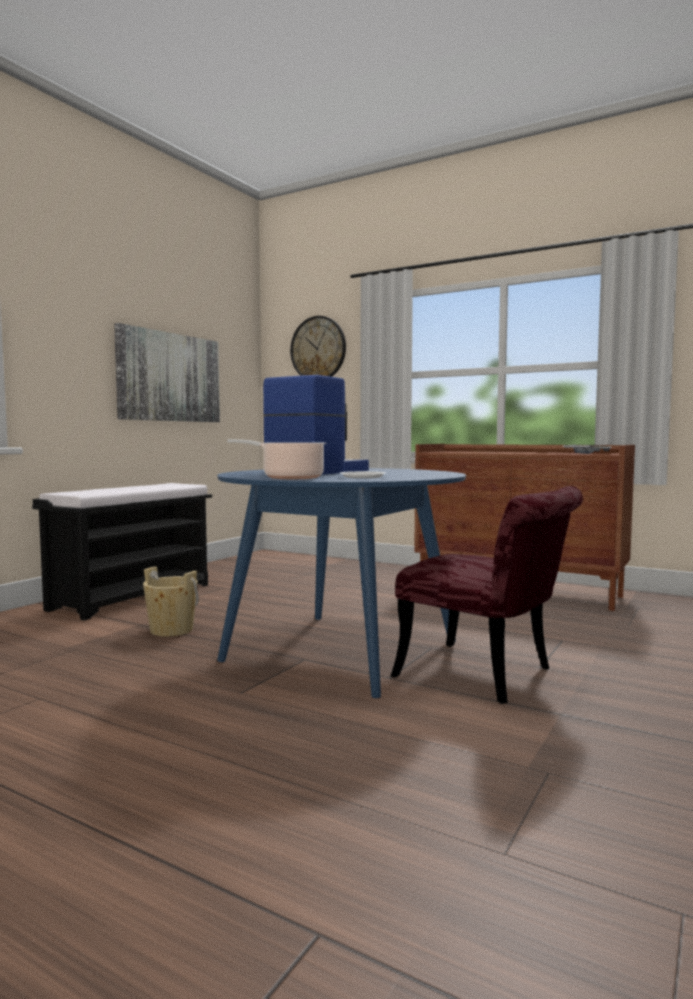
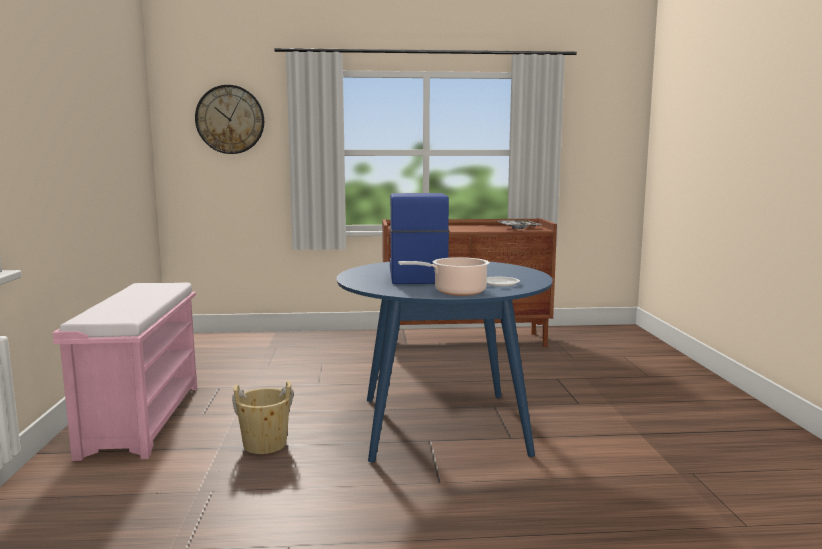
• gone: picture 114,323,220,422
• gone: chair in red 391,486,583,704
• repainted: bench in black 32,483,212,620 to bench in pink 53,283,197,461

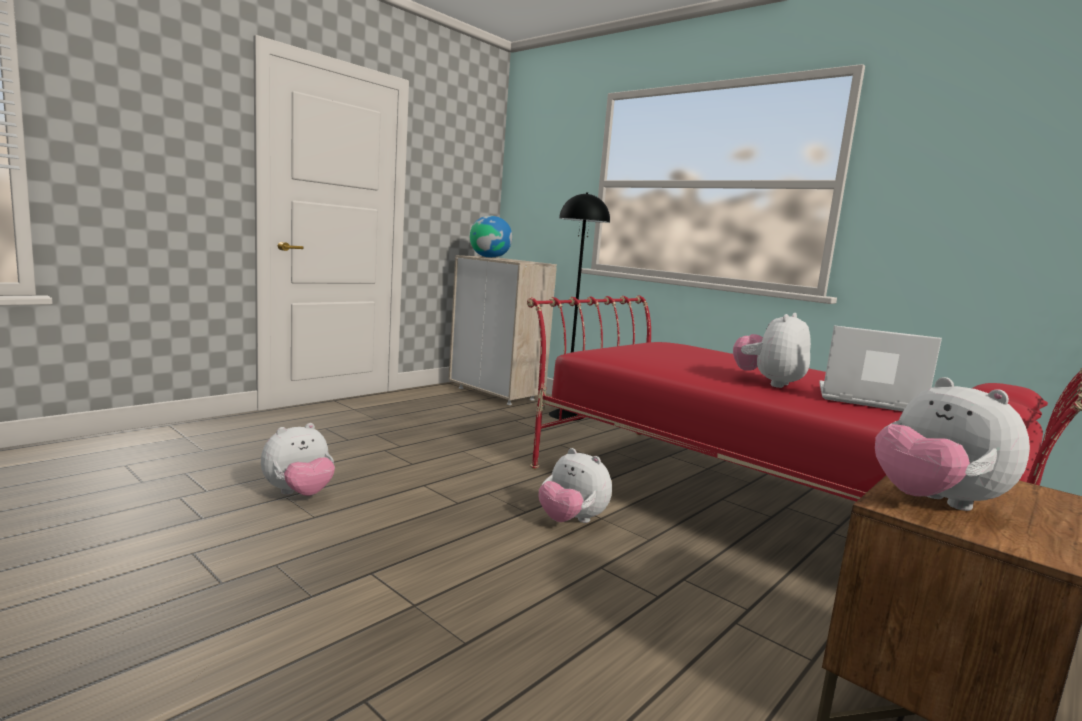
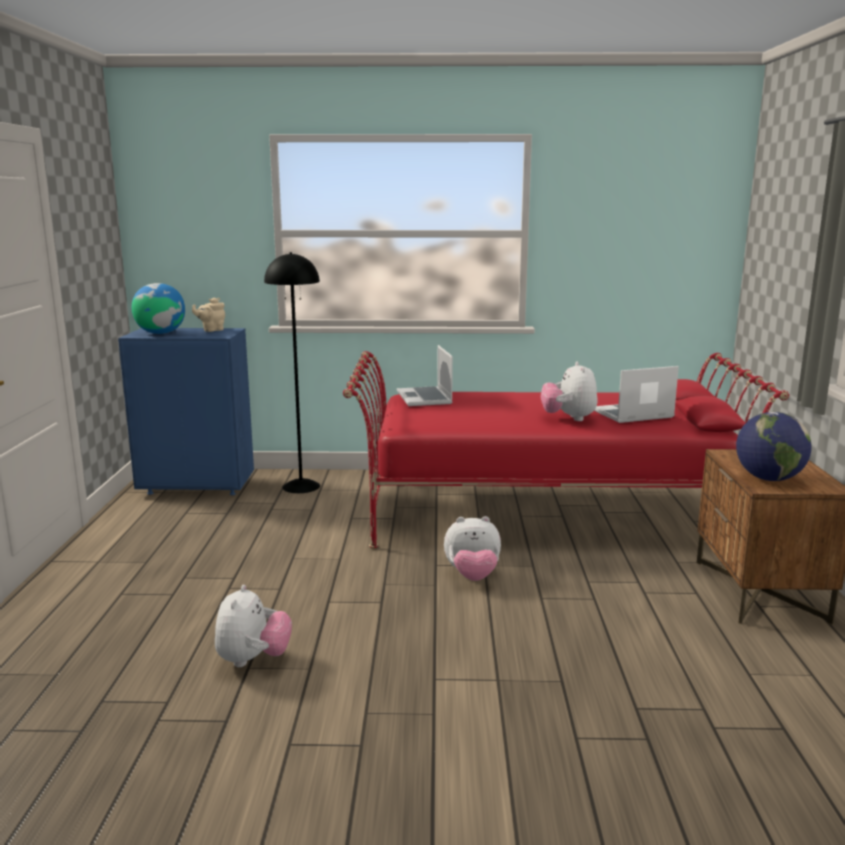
• new: teapot in beige 192,298,225,332
• new: laptop 397,345,453,406
• swapped: plush toy 875,377,1030,511 to globe 736,412,812,481
• repainted: cabinet in beige 448,255,557,405 to cabinet in blue 118,328,254,495

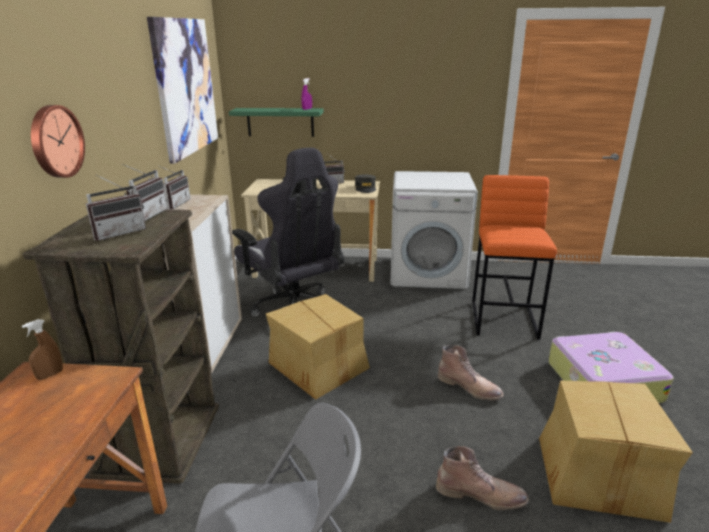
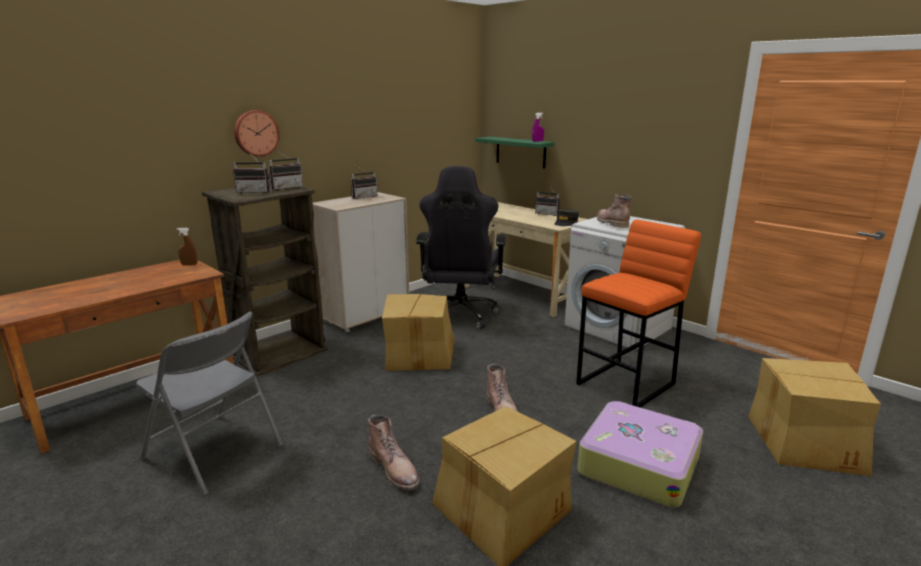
• gone: picture 147,17,218,164
• new: boot in brown 597,194,631,228
• new: cardboard box 748,358,881,476

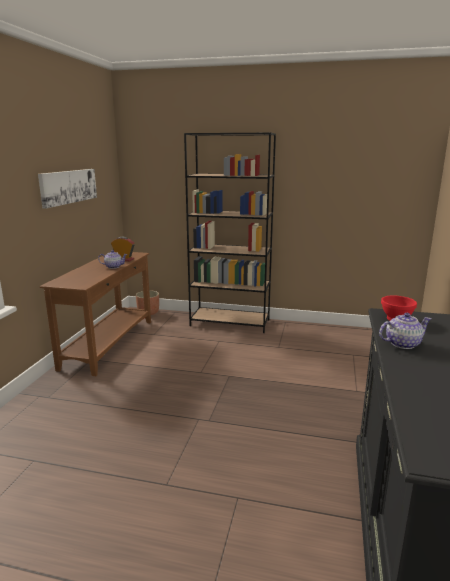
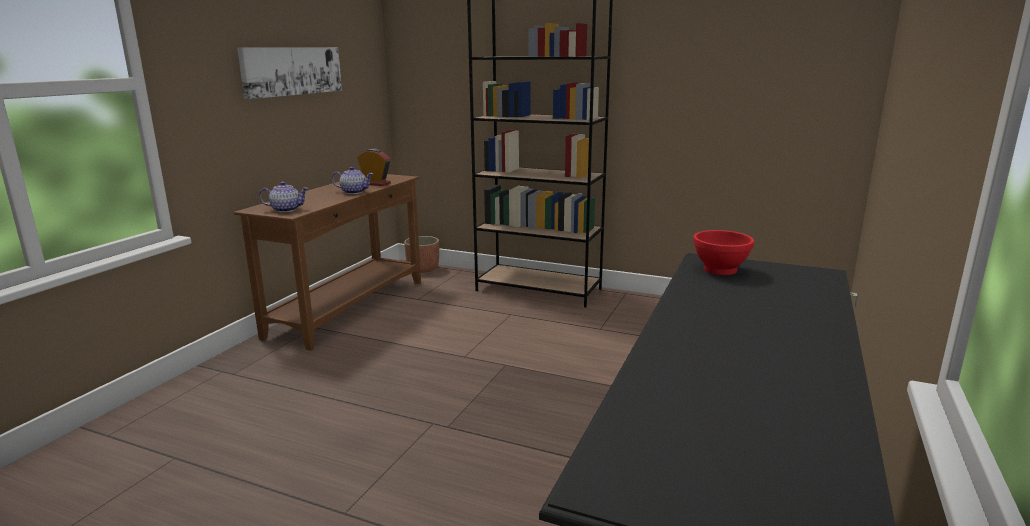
• shifted: teapot 379,313,431,349 to 259,182,309,212

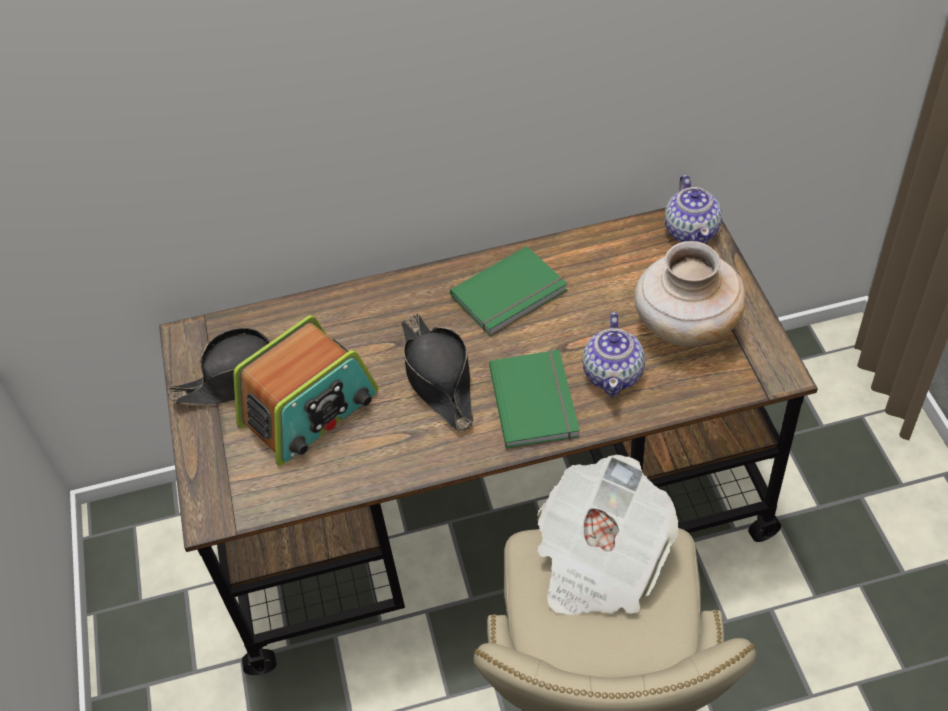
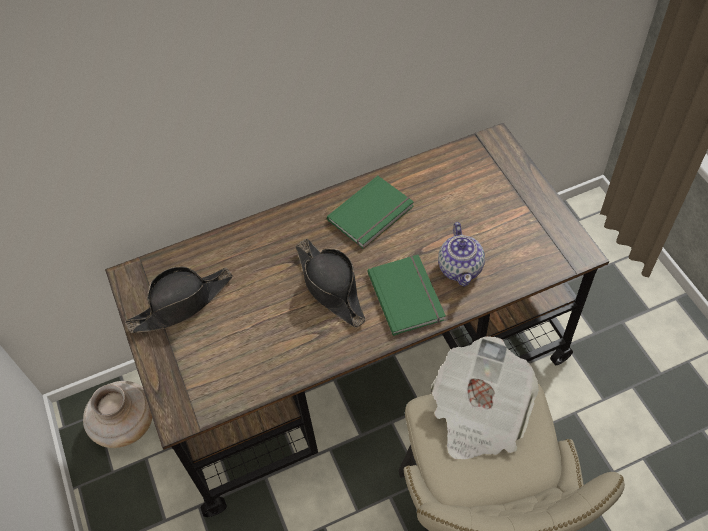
• gone: radio 233,315,379,466
• gone: teapot 665,175,722,244
• shifted: vase in beige 634,241,746,346 to 83,381,152,448

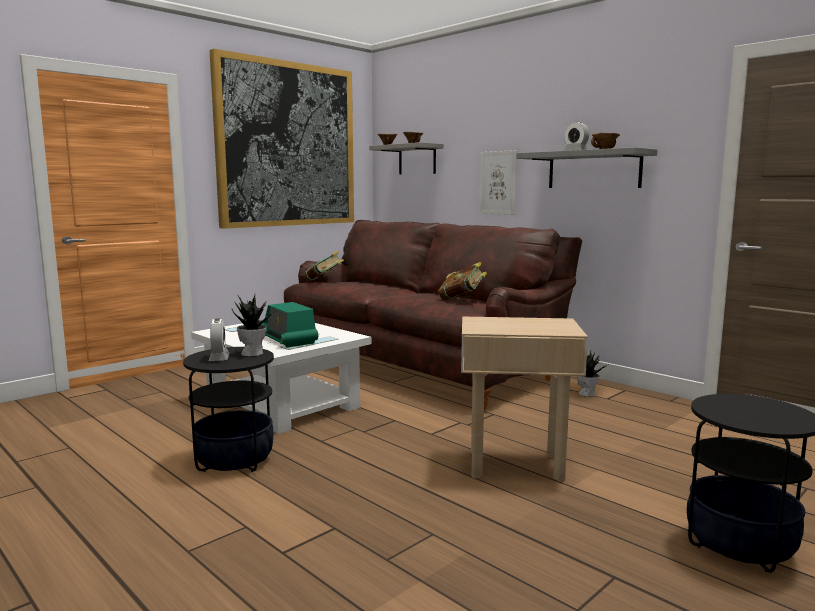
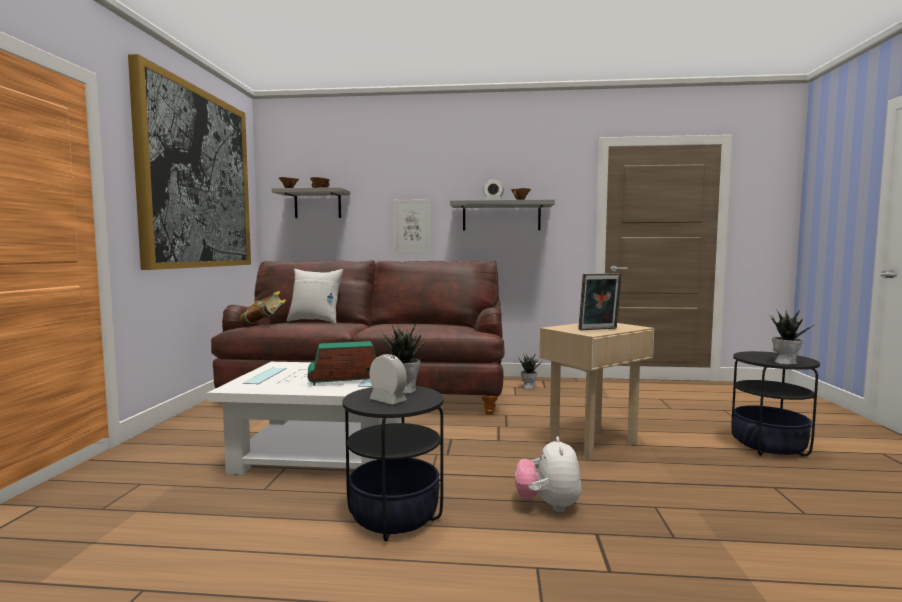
• gone: book 438,262,487,300
• new: pillow in grey 287,269,343,324
• new: plush toy 515,436,582,512
• new: picture frame 578,273,622,330
• new: potted plant 770,310,816,365
• rotated: radio 261,302,318,348 = 307,341,377,385 150 degrees clockwise

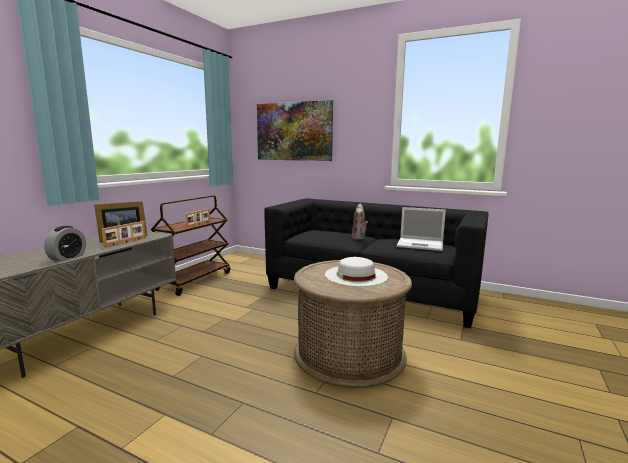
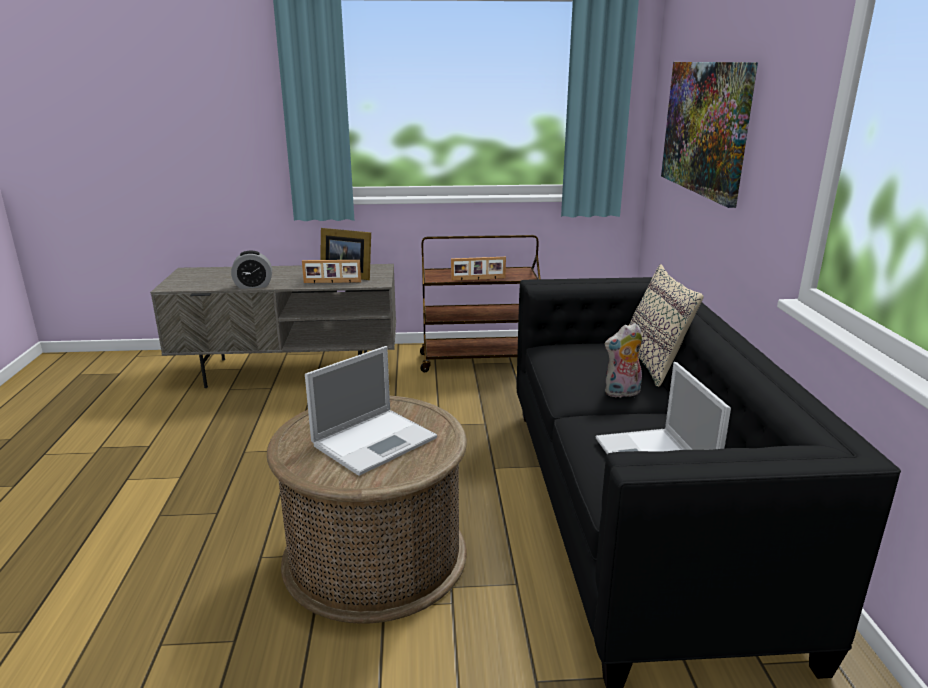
• new: pillow in beige 629,264,704,387
• swapped: hat in white 325,257,388,286 to laptop 305,346,437,476

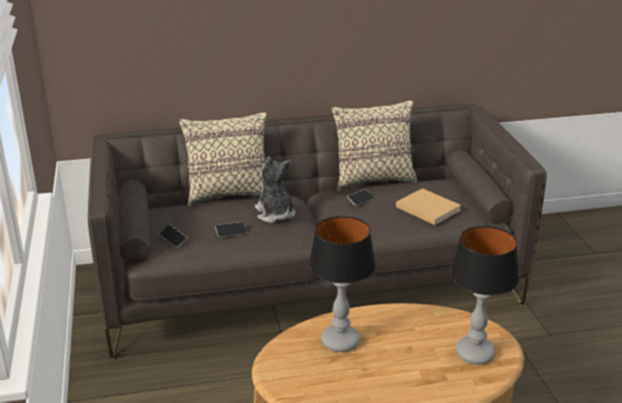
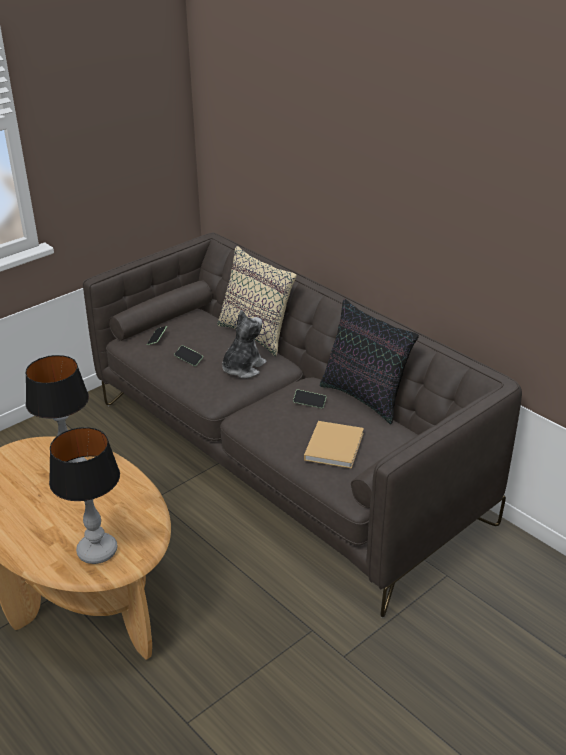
• repainted: pillow in beige 332,101,418,192 to pillow in black 320,299,419,424

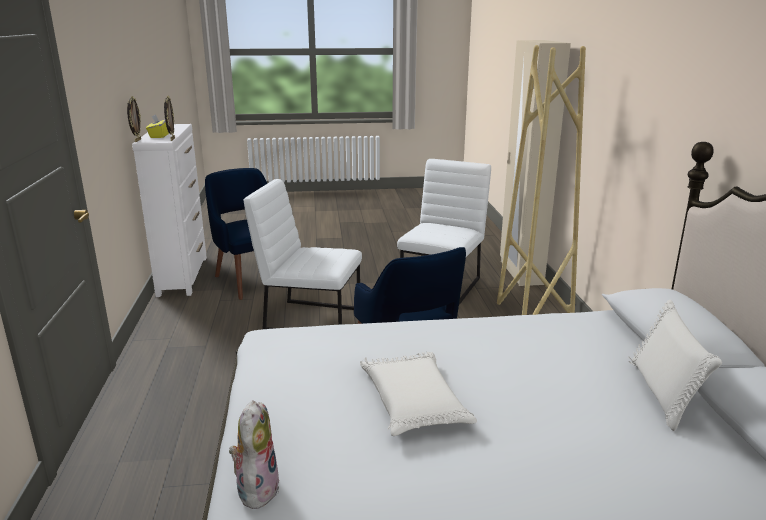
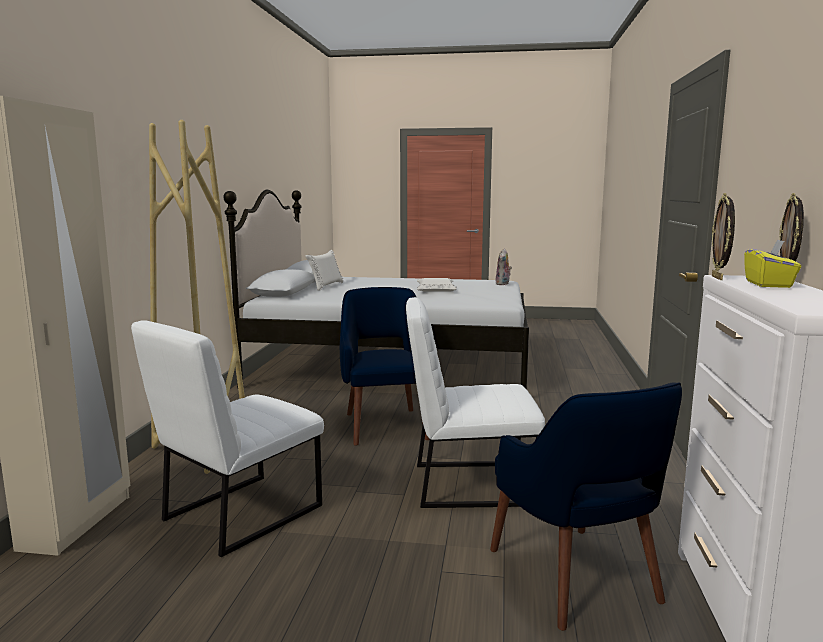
• rotated: chair in white 244,179,362,329 = 406,297,545,508 150 degrees clockwise

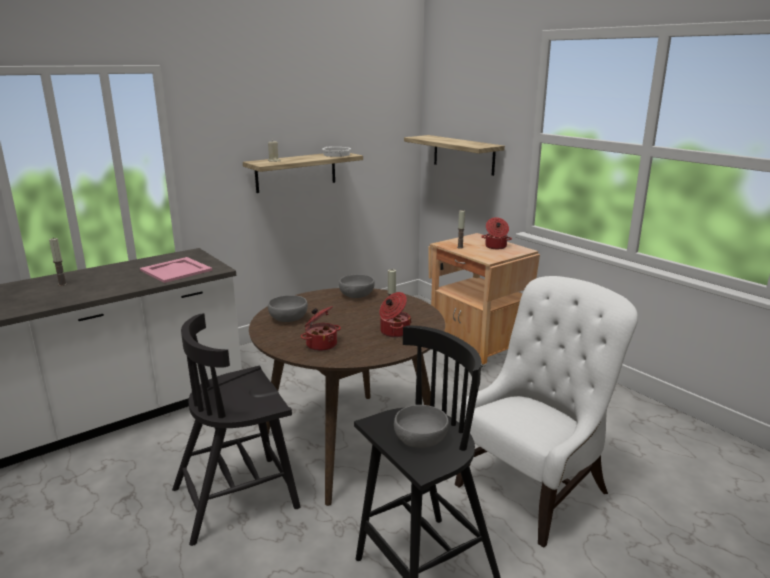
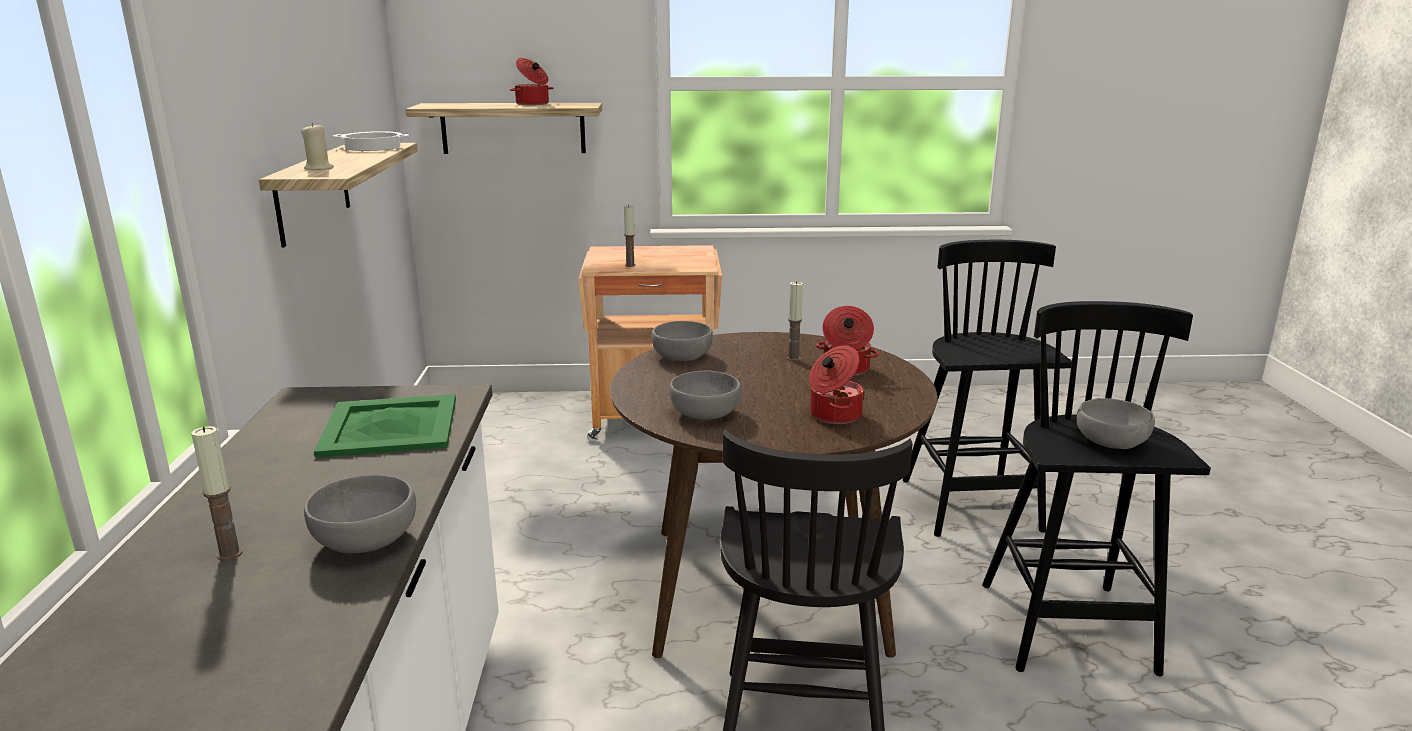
• new: bowl in grey 304,475,416,553
• shifted: cooking pot 481,217,512,249 to 510,58,553,105
• swapped: chair in white 455,276,638,548 to stool in black 903,240,1072,537
• repainted: tray in pink 140,257,212,283 to tray in green 314,394,456,458

